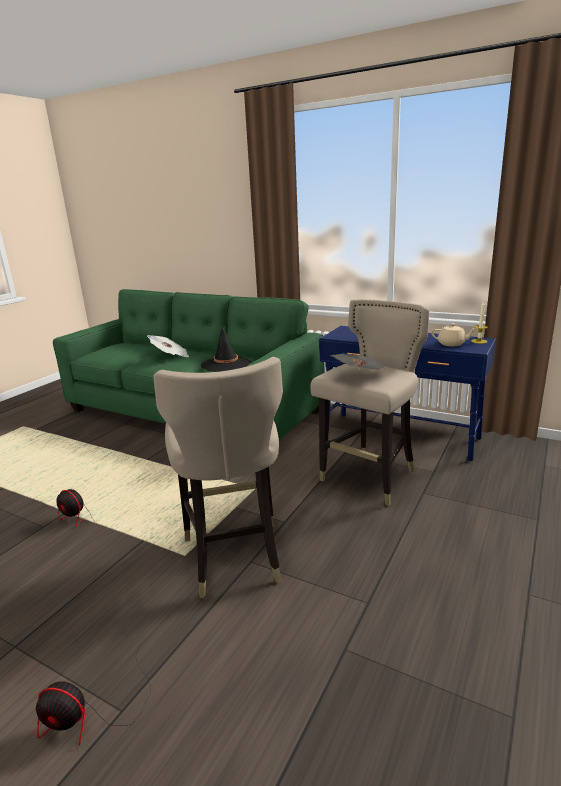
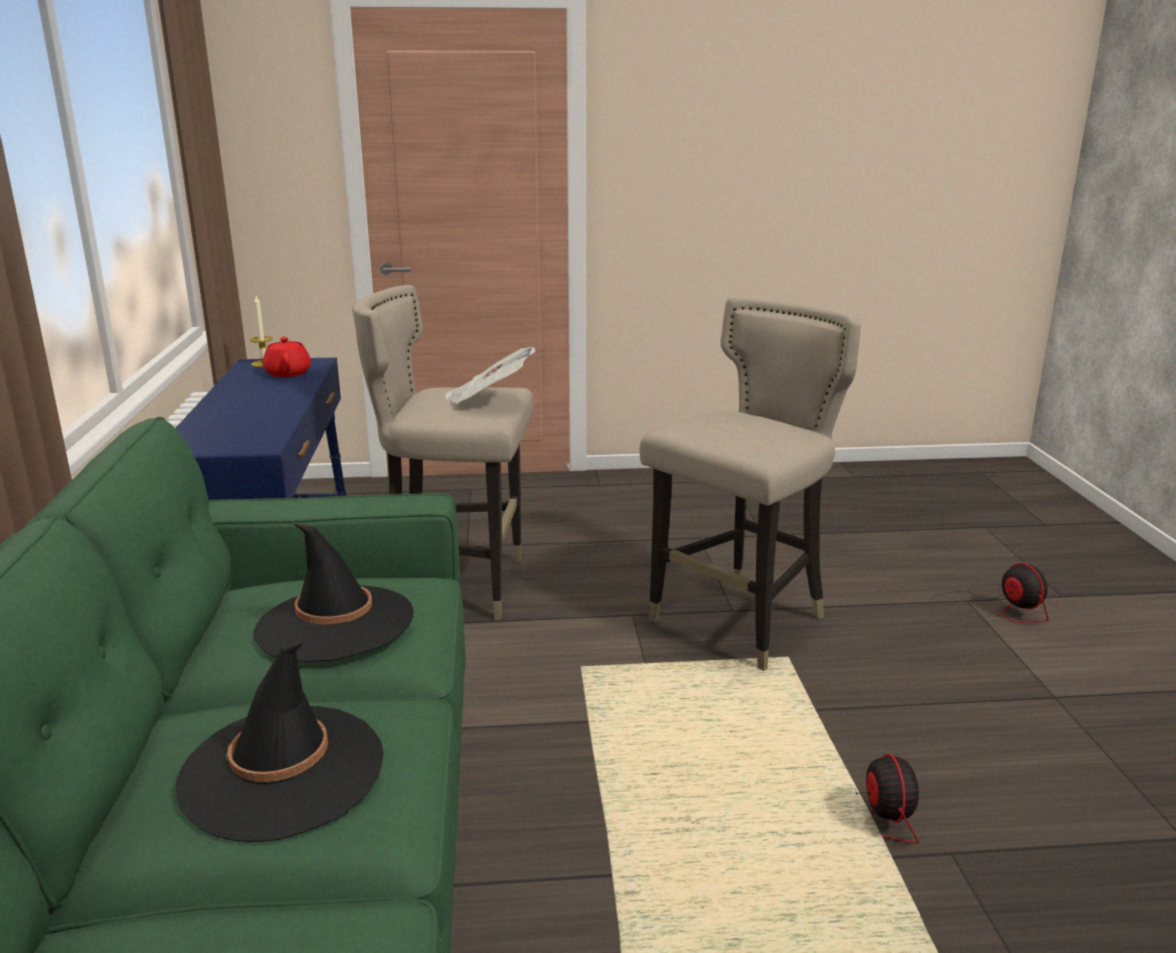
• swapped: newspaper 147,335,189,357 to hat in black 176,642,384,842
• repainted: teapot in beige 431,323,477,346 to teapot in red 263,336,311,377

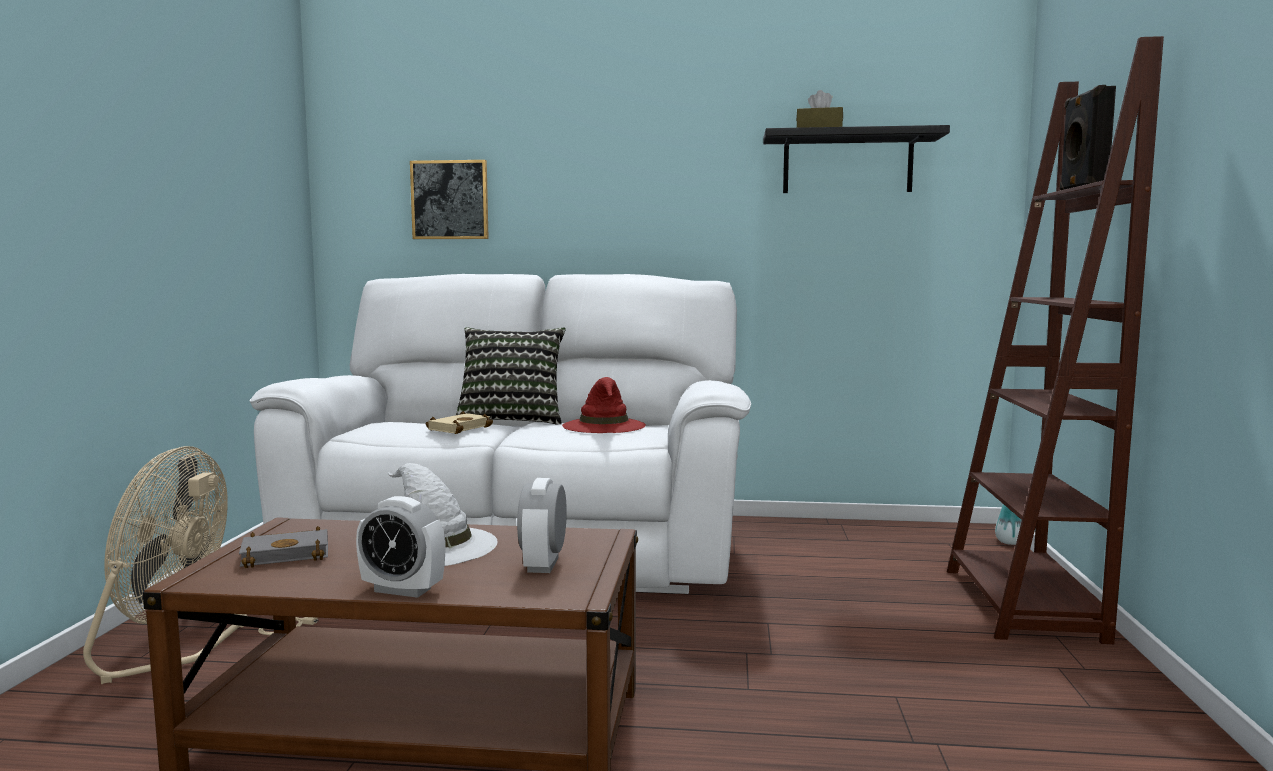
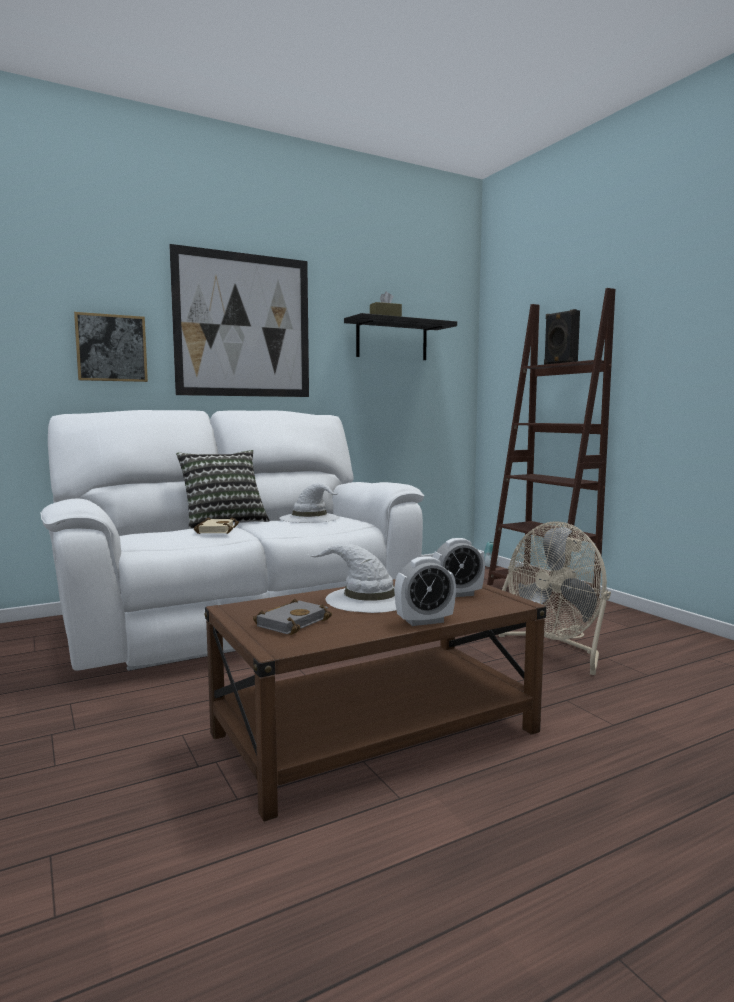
• new: picture 169,244,309,397
• shifted: fan in beige 83,446,318,684 to 499,521,611,675
• repainted: hat in red 562,377,646,433 to hat in white 279,482,340,523
• rotated: alarm clock 517,478,567,573 = 433,538,485,597 75 degrees counterclockwise

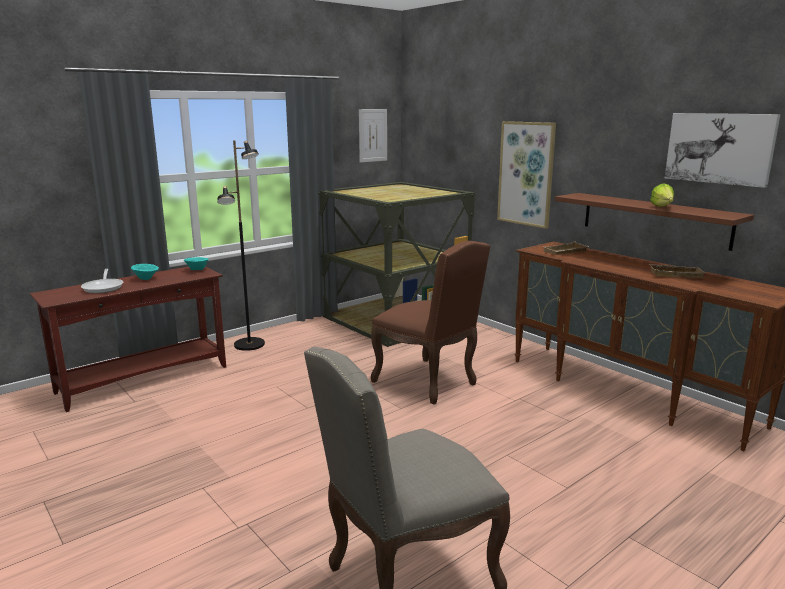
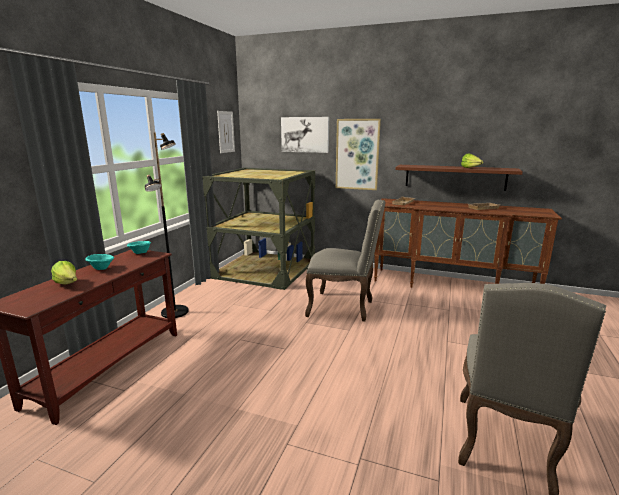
• shifted: picture 665,113,781,188 to 281,117,329,153
• swapped: frying pan 81,269,123,293 to lettuce 51,261,77,285
• repainted: chair in brown 371,241,490,404 to chair in grey 305,199,385,322

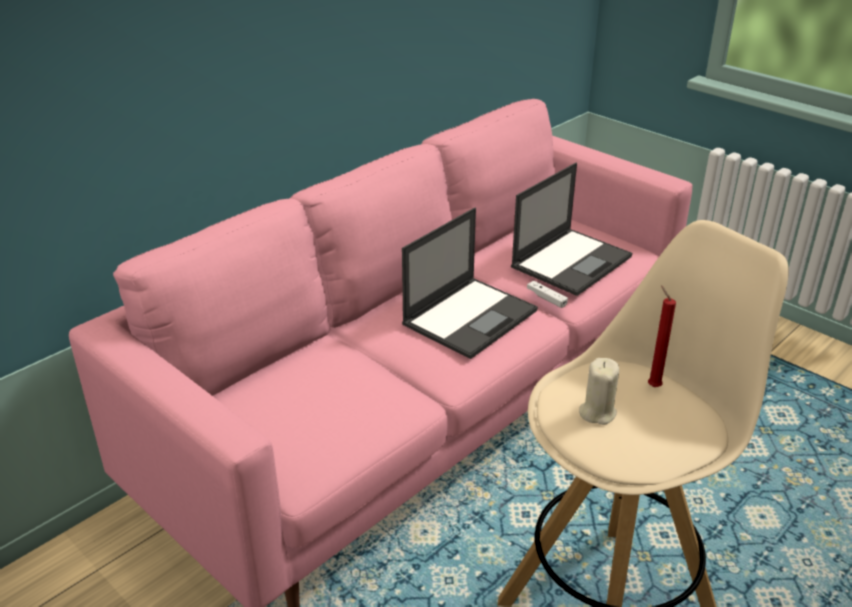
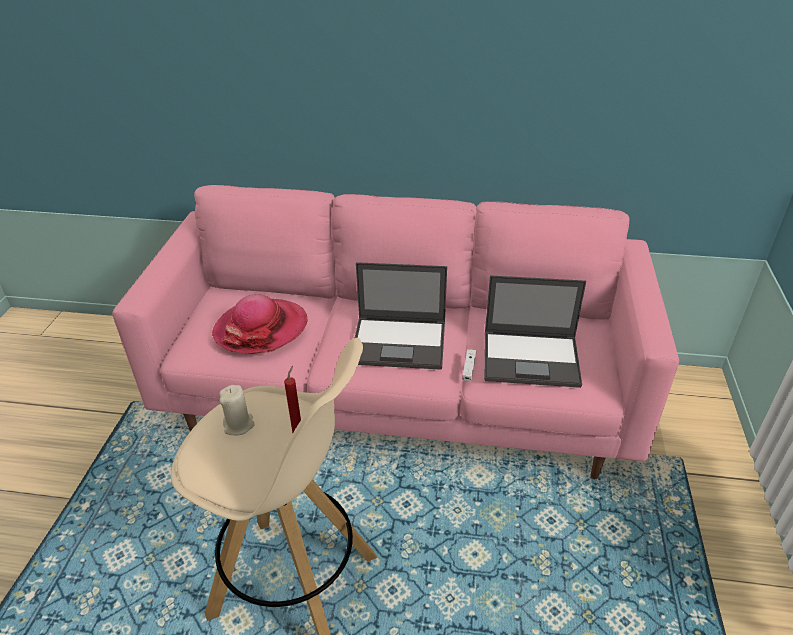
• new: hat 212,294,308,354

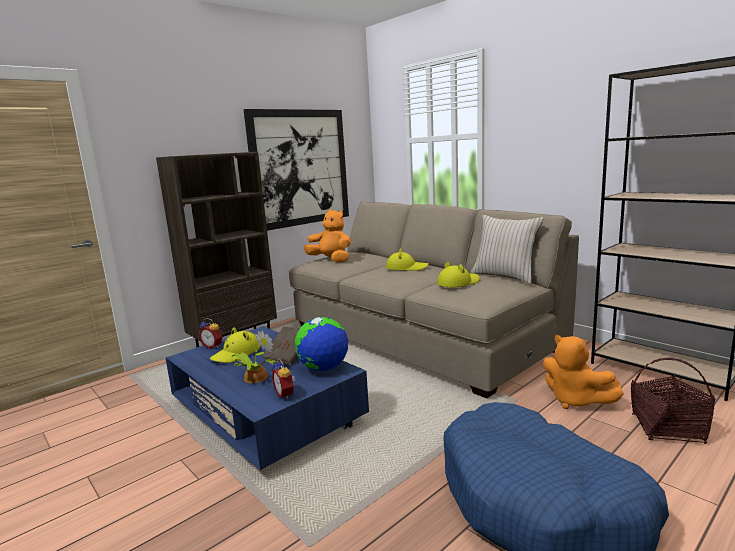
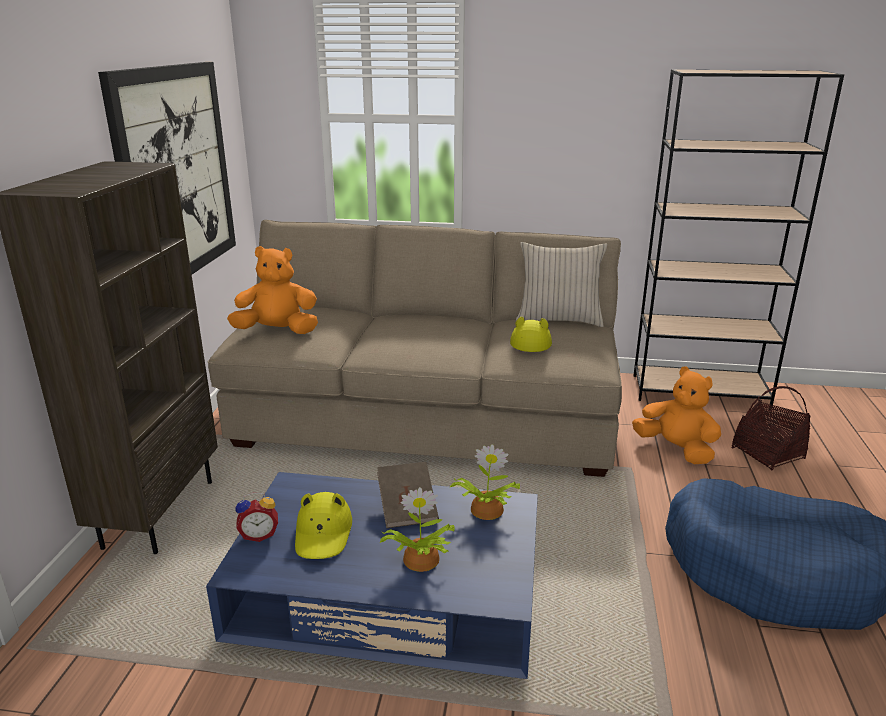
• gone: alarm clock 272,359,296,399
• gone: hat in yellow 386,248,429,271
• swapped: globe 295,317,348,371 to potted plant 450,444,520,520
• rotated: plush toy in orange 543,335,624,409 = 632,366,721,464 150 degrees counterclockwise

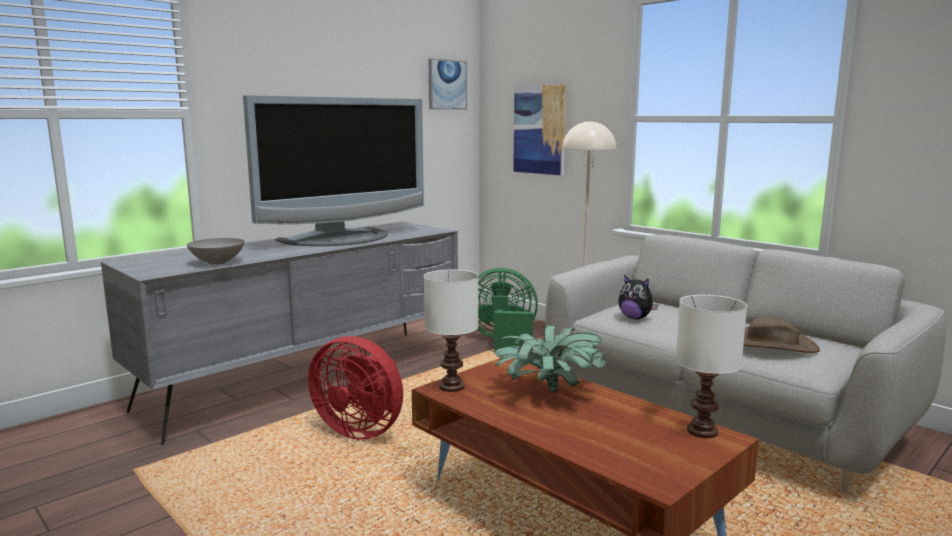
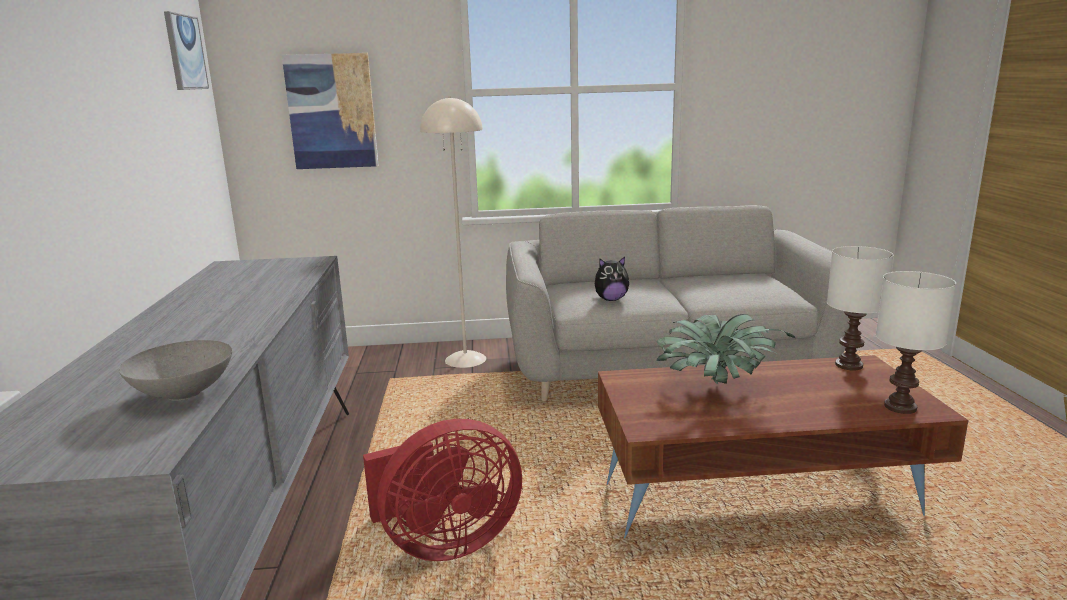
• gone: television 243,95,424,246
• gone: fan in green 477,268,538,351
• gone: hat in brown 743,316,820,353
• shifted: table lamp in white 424,269,478,392 to 876,271,956,414

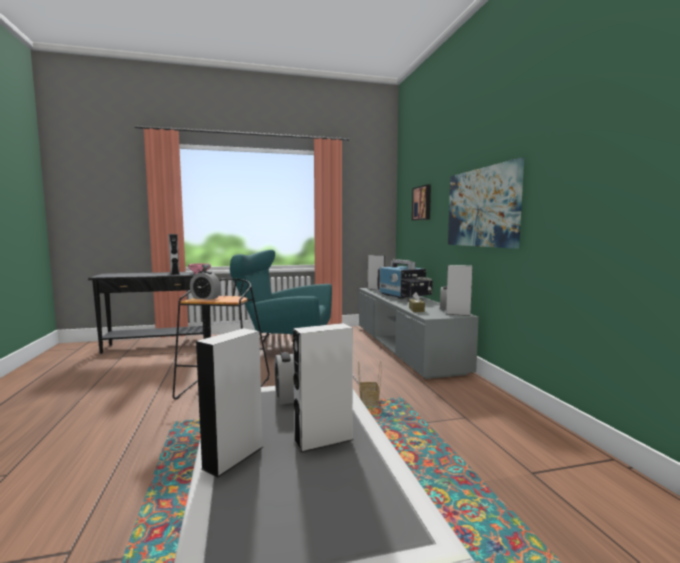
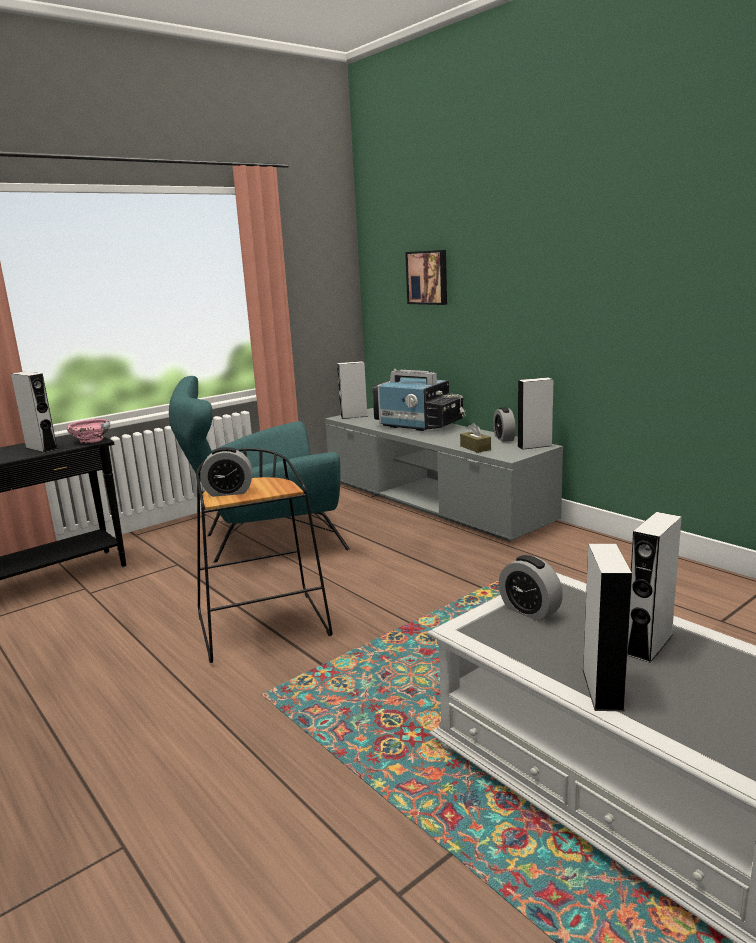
• gone: basket 358,361,382,407
• gone: picture 448,158,524,249

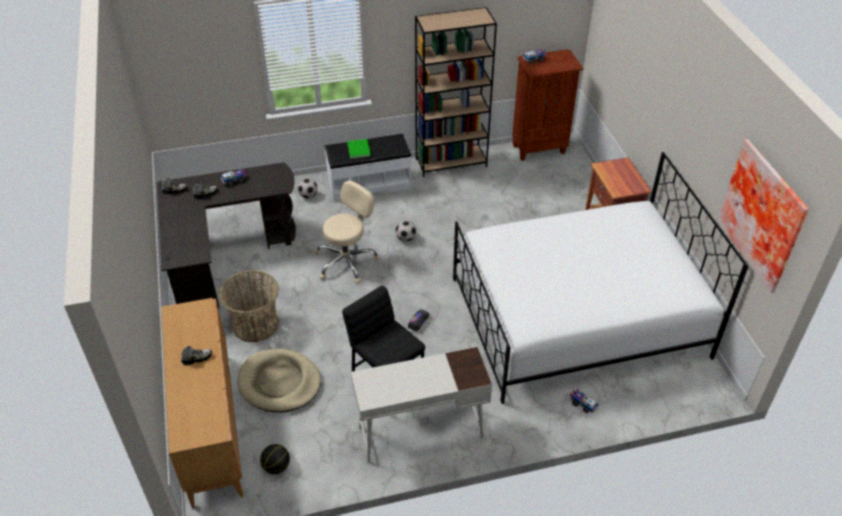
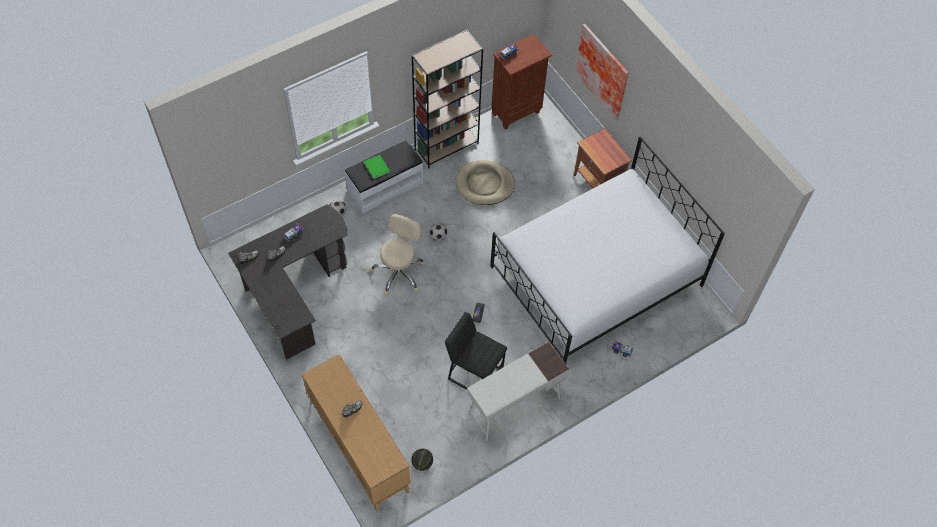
• gone: basket 219,270,279,342
• shifted: dog bed in beige 237,348,321,412 to 456,160,515,205
• shifted: picture 718,139,809,293 to 575,24,629,121

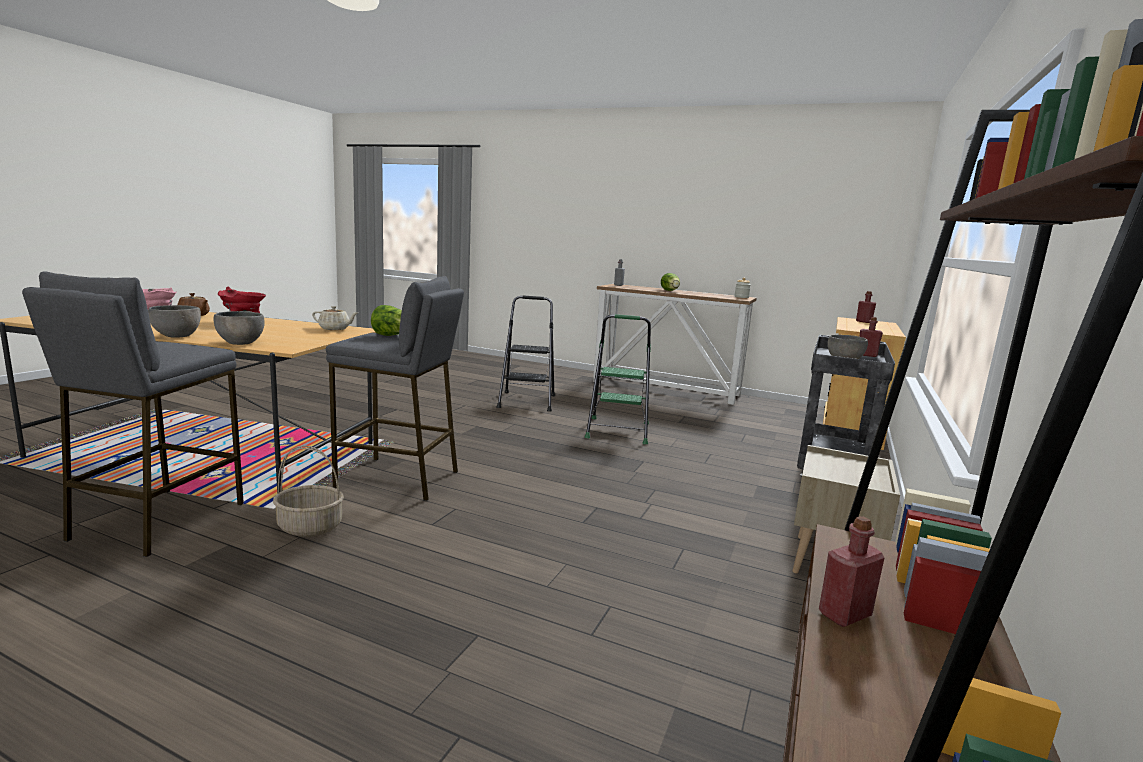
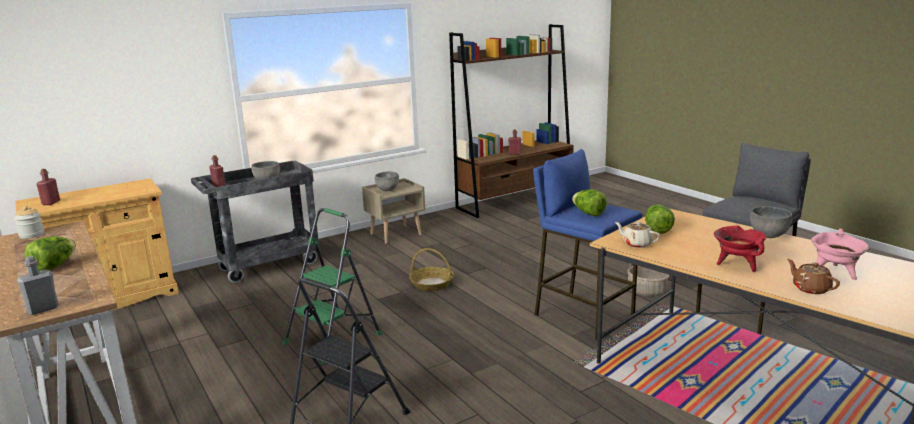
• new: basket 409,248,454,291
• new: lettuce 645,204,675,234
• shifted: bowl in grey 213,311,265,345 to 375,171,399,191
• repainted: stool in grey 326,276,464,501 to stool in blue 533,149,642,341

